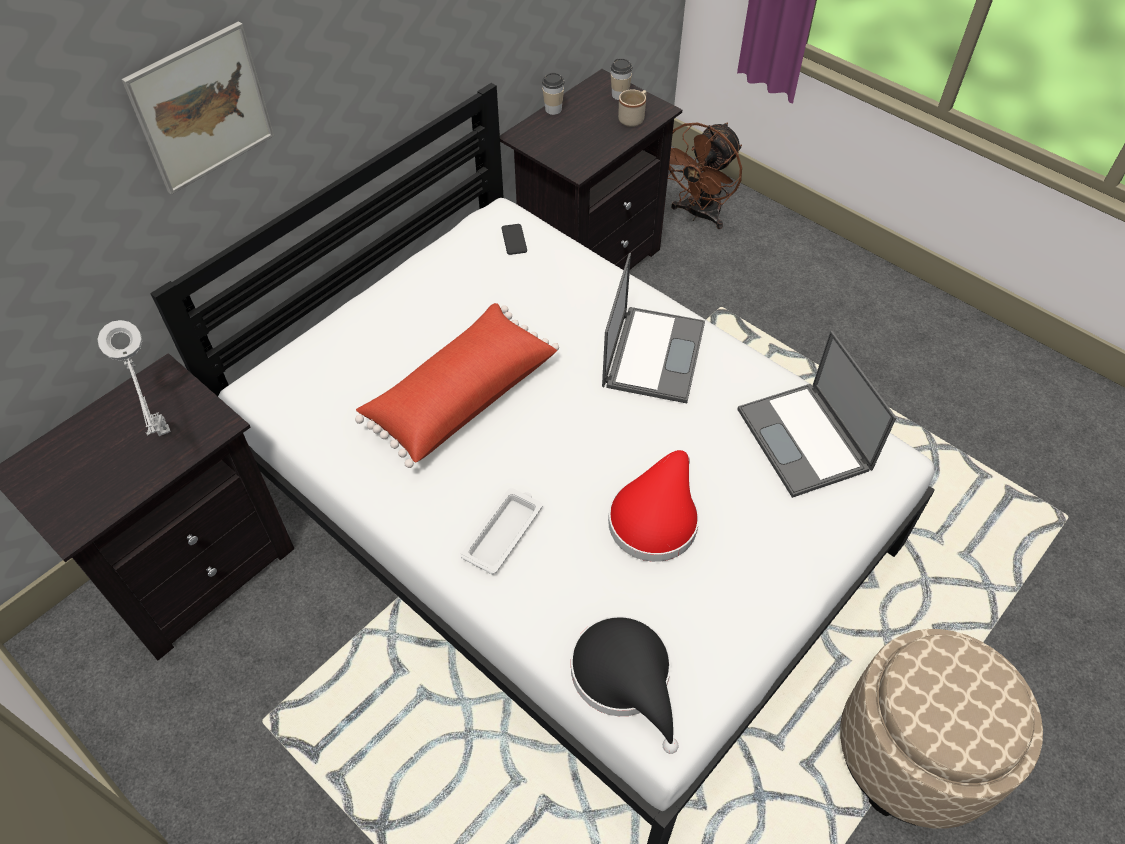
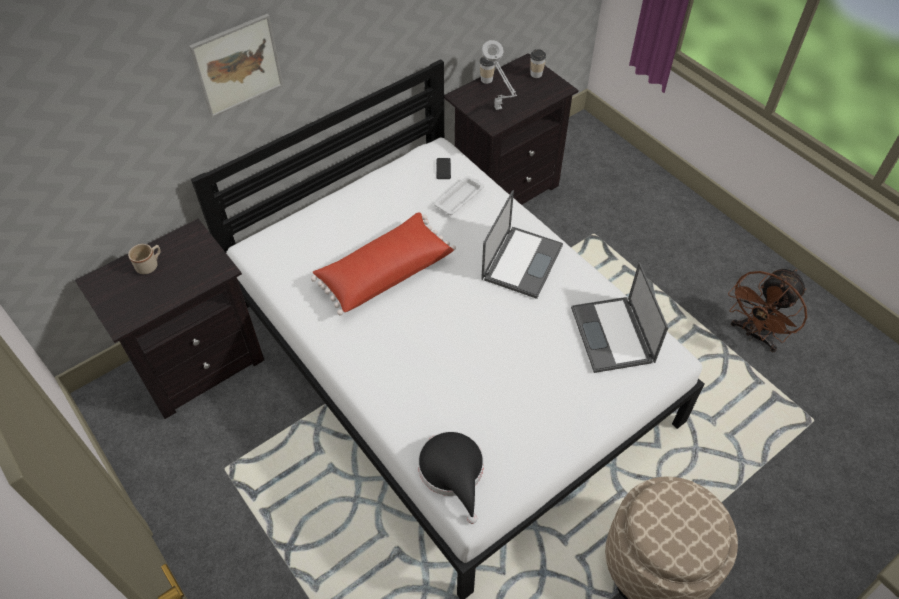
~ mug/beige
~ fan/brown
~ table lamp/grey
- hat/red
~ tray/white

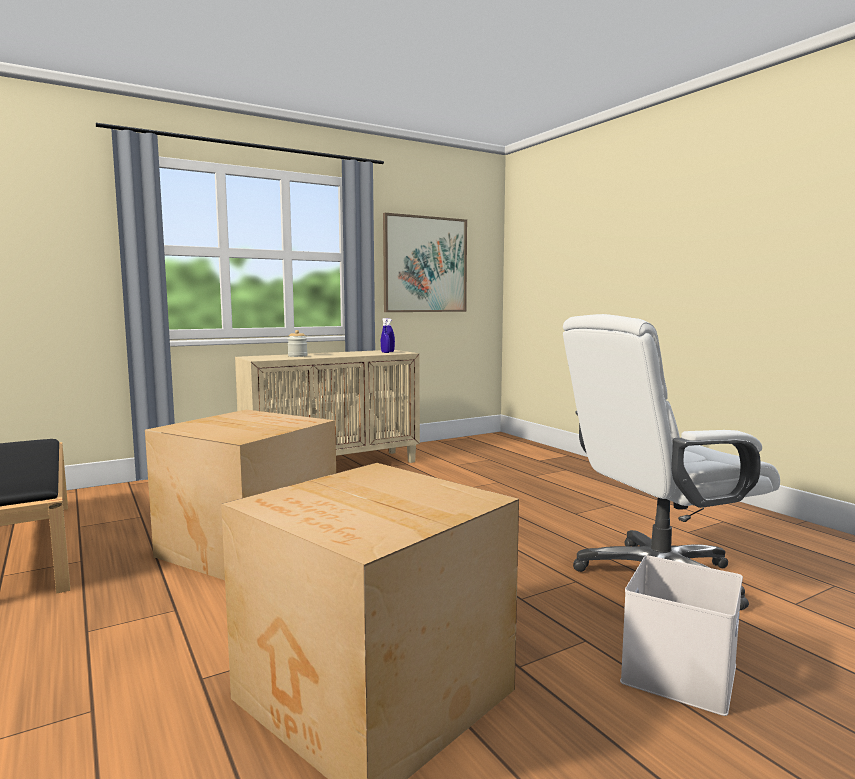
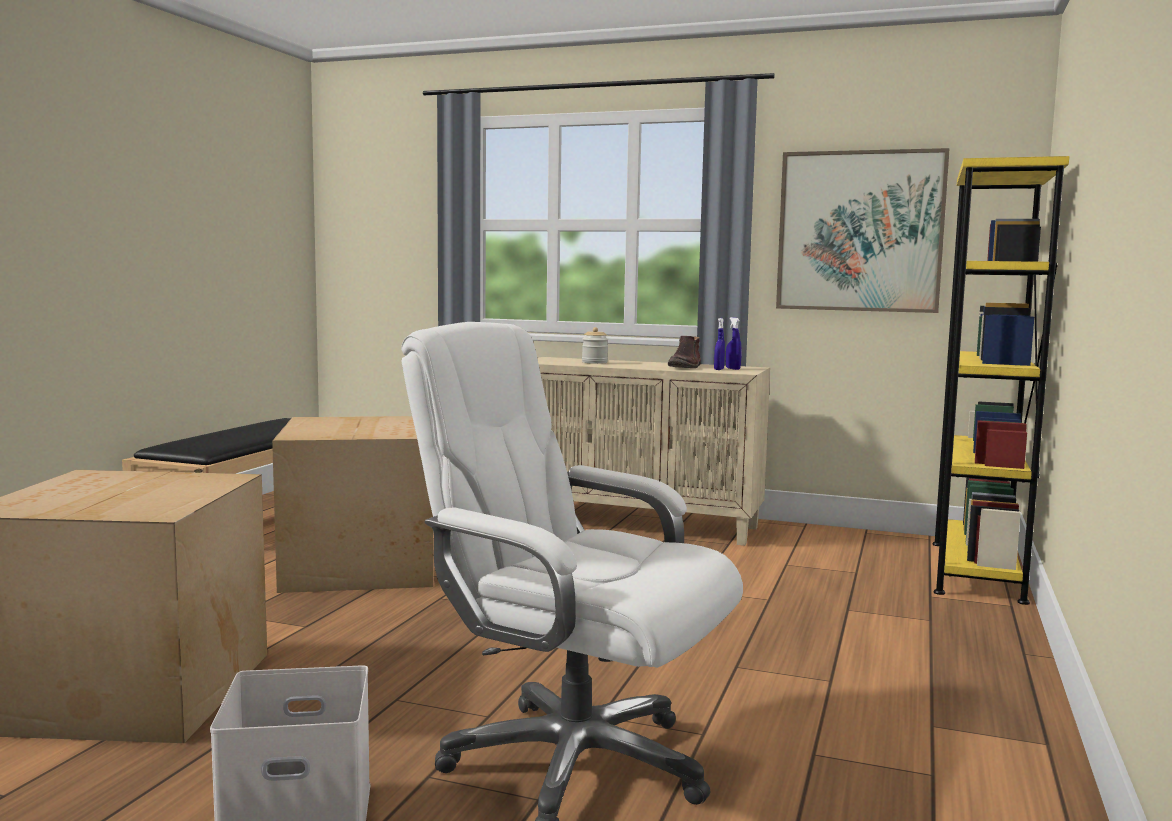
+ bookcase/yellow
+ boot/brown

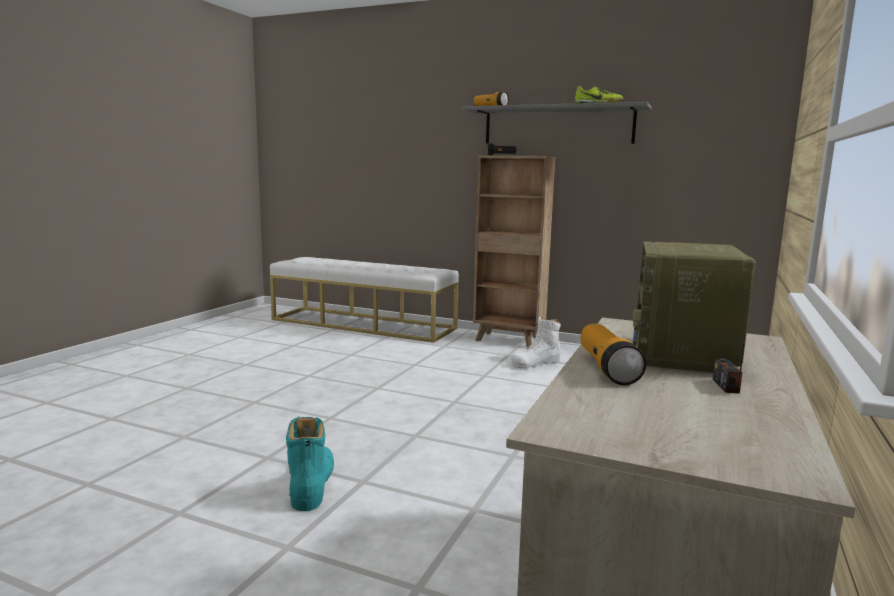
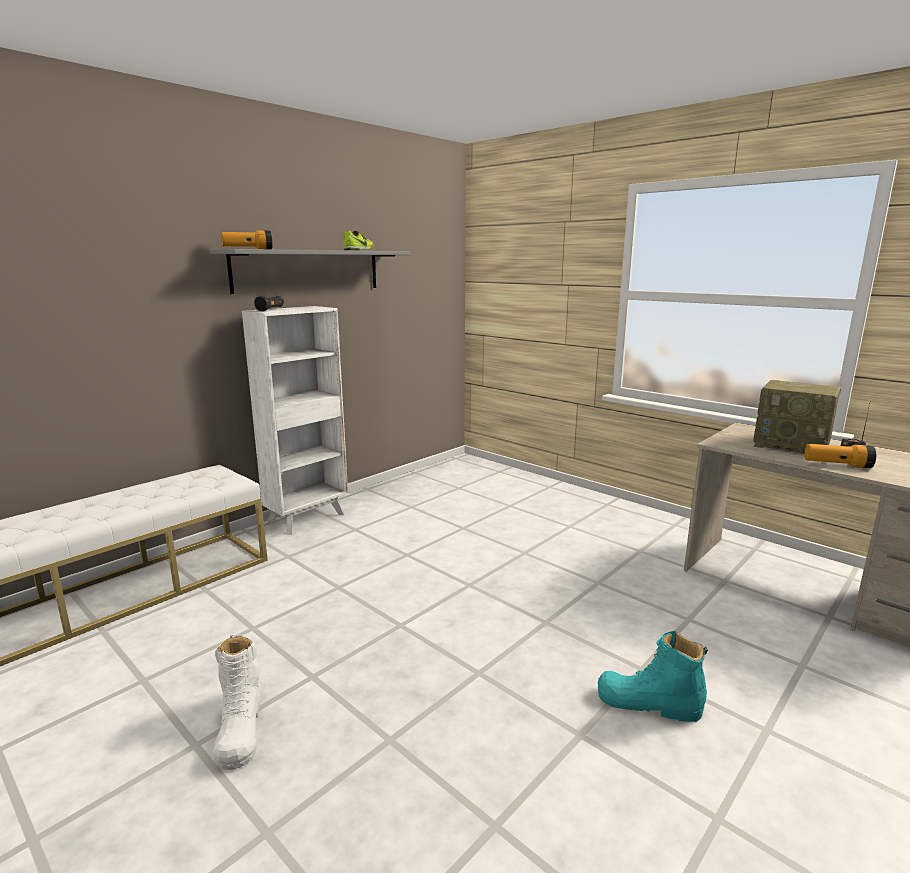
~ bookcase/brown to bookcase/white
~ boot/white

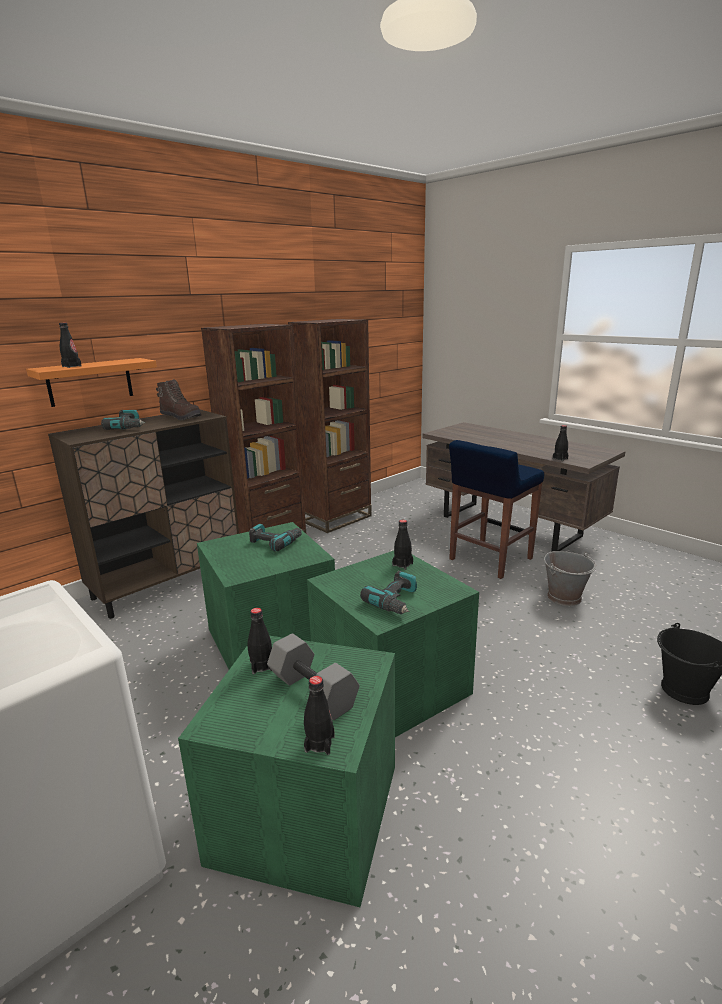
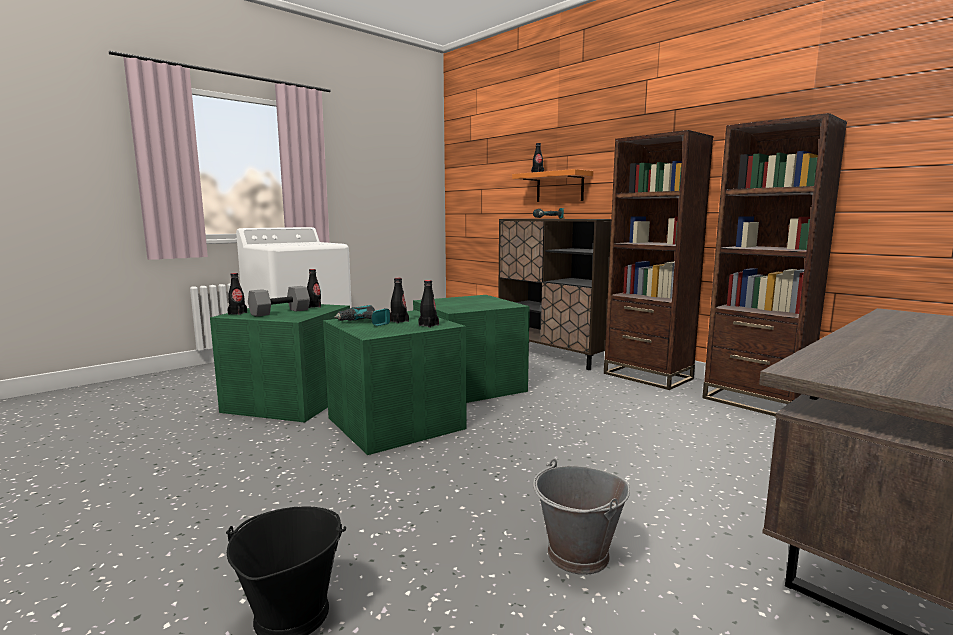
- boot/brown
~ bottle/black (no. 5 from left in the first image) to bottle/black (no. 3 from left)
- stool/blue
- power drill (no. 2 from left)

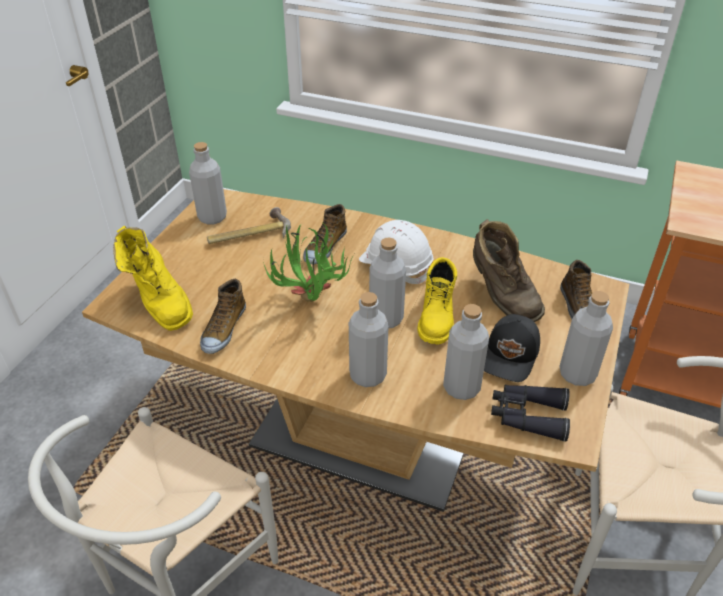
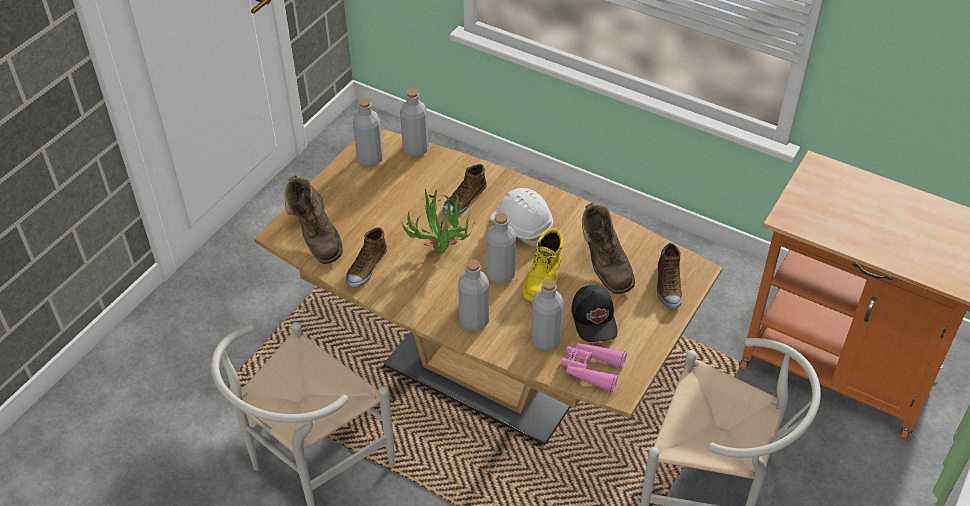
- hammer
~ boot/yellow (no. 1 from left) to boot/brown (no. 1 from left)
~ bottle/grey (no. 5 from left in the first image) to bottle/grey (no. 2 from left)
~ cap/black 45 degrees counterclockwise
~ binoculars/black to binoculars/pink

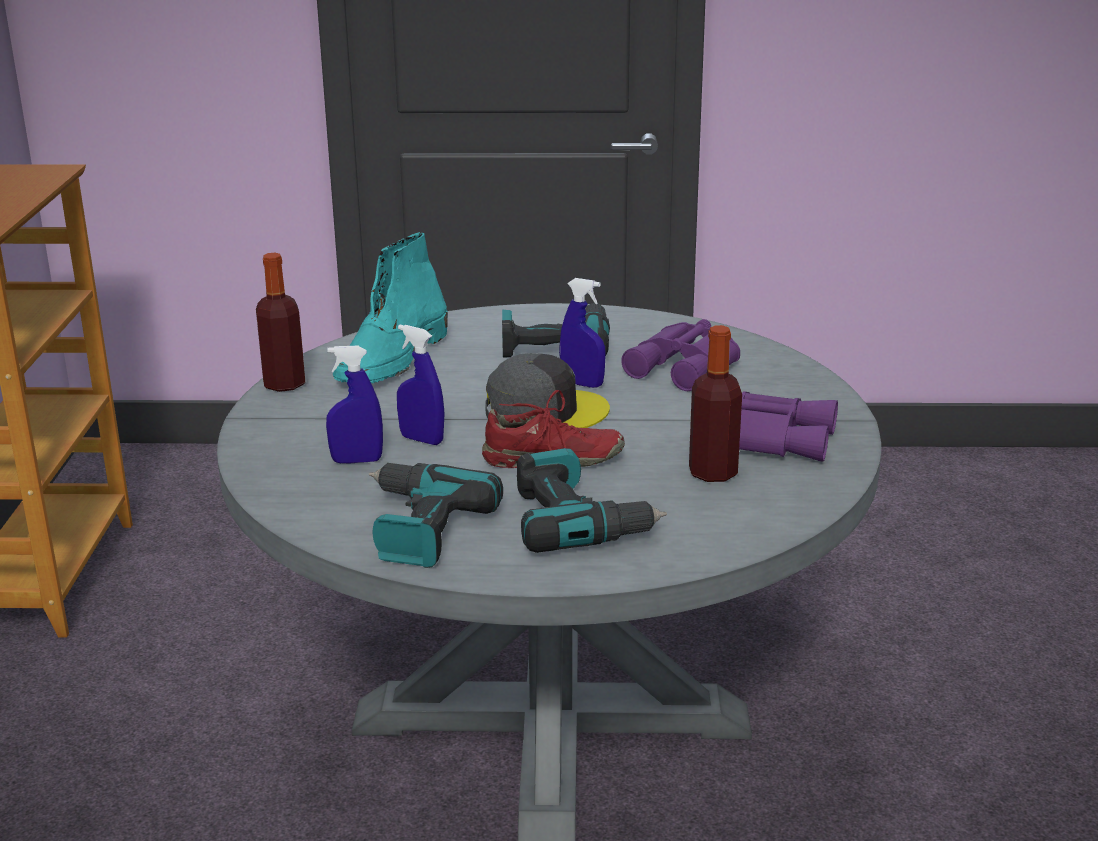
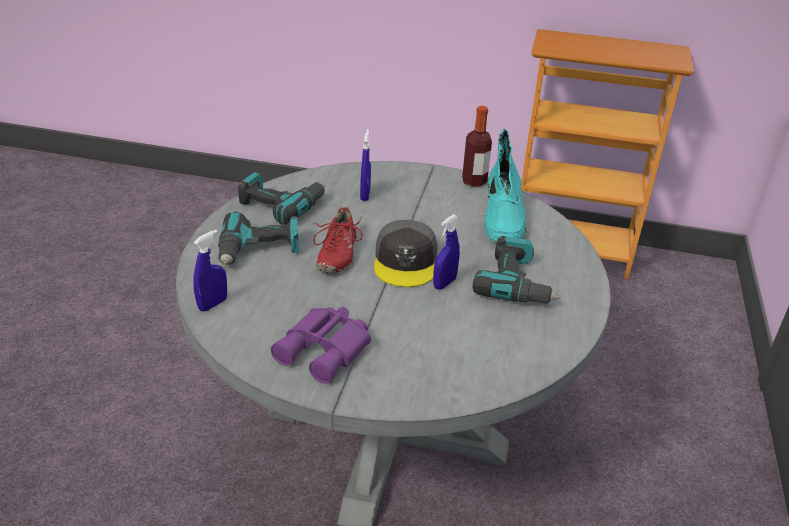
~ boot/turquoise 120 degrees counterclockwise
- binoculars/purple (no. 1 from left)
~ spray bottle/blue (no. 2 from left in the first image) to spray bottle/blue (no. 1 from left)
- bottle (no. 2 from left)

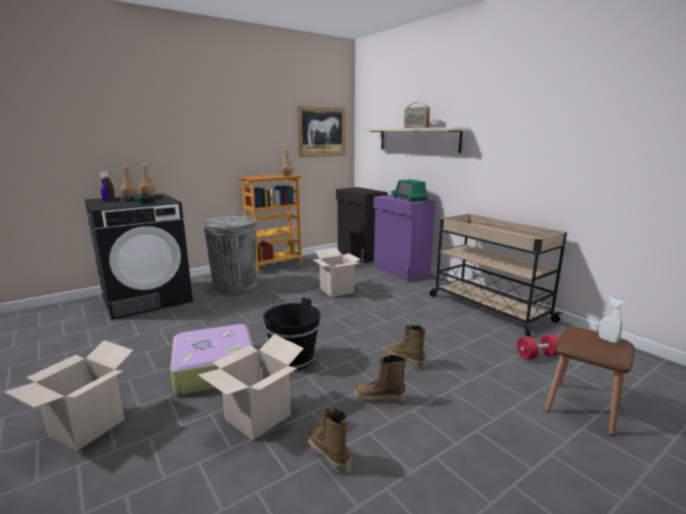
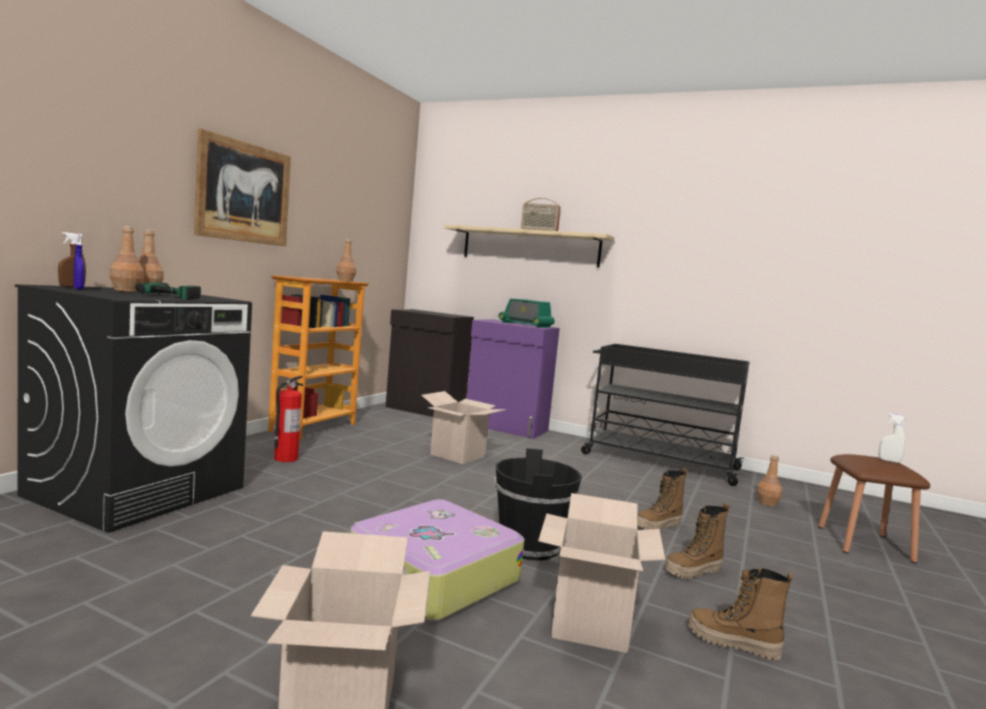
~ picture
~ cart/beige to cart/black
~ trash can/grey to fire extinguisher
~ boot (no. 3 from left in the first image) 45 degrees counterclockwise
~ dumbbell/red to bottle/brown (no. 4 from left)

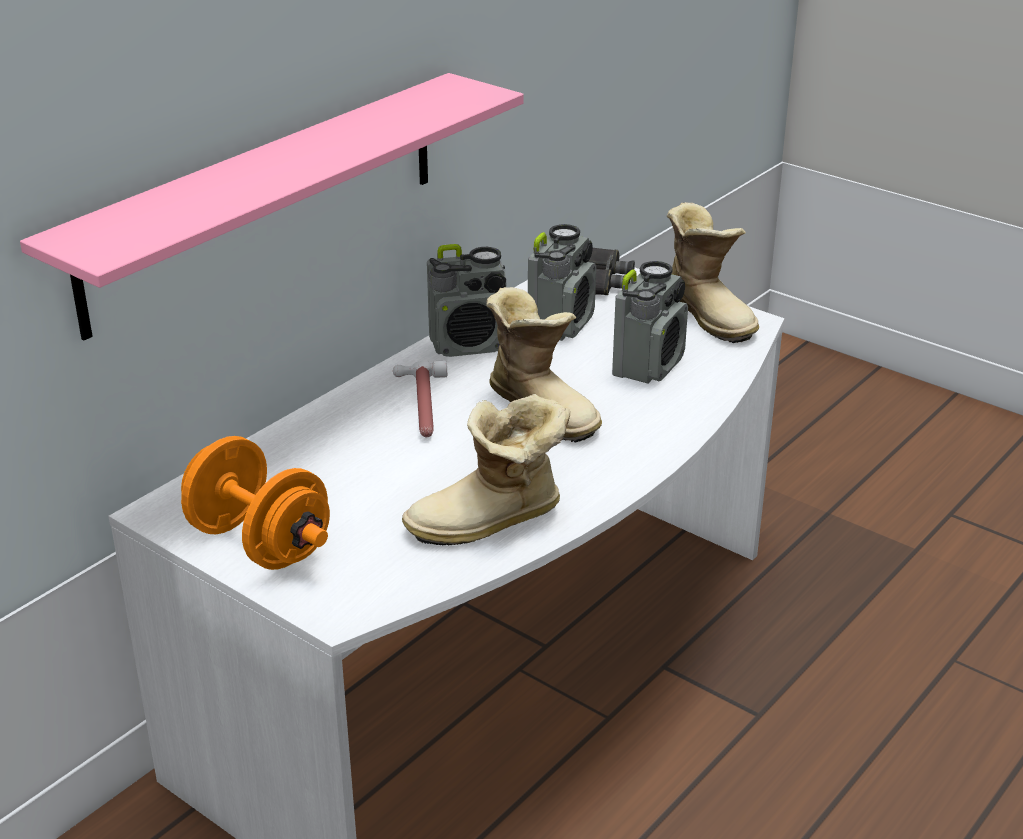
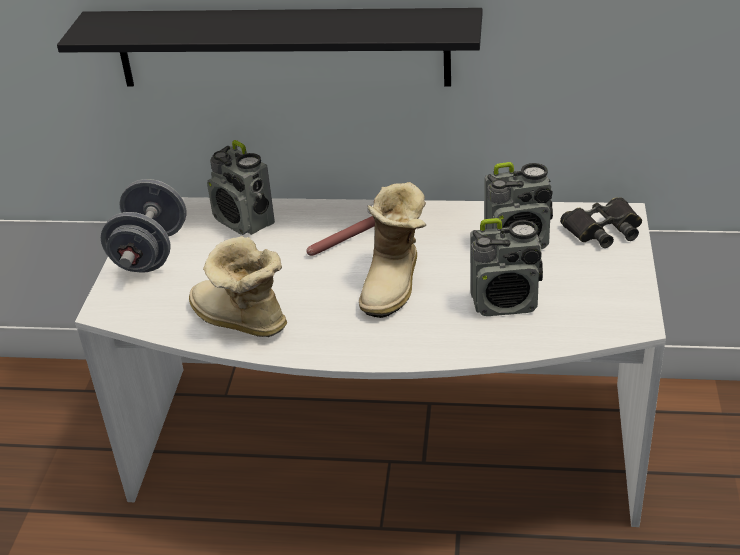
~ shelf/pink to shelf/black
- boot (no. 3 from left)
~ radio (no. 1 from left)
~ dumbbell/orange to dumbbell/grey

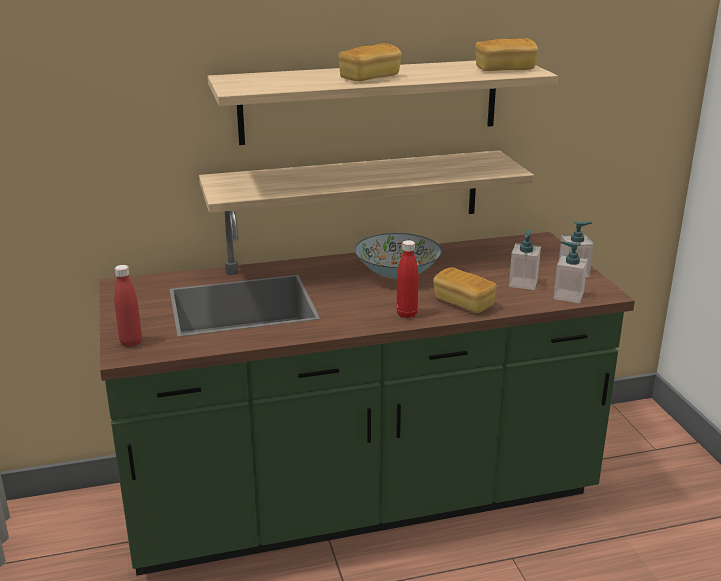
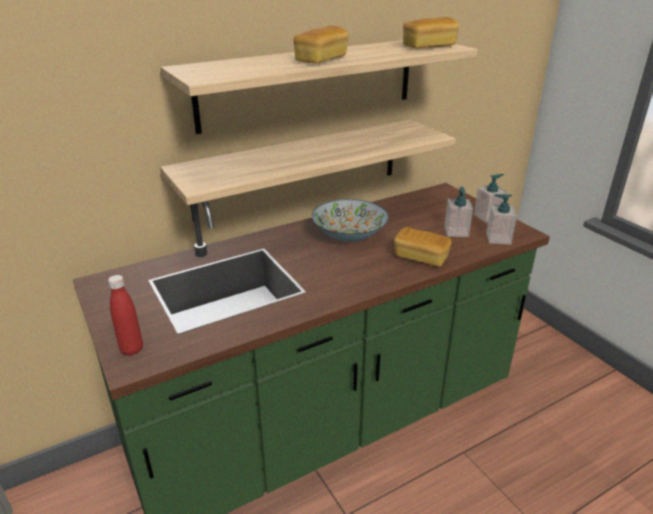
- bottle/red (no. 2 from left)

